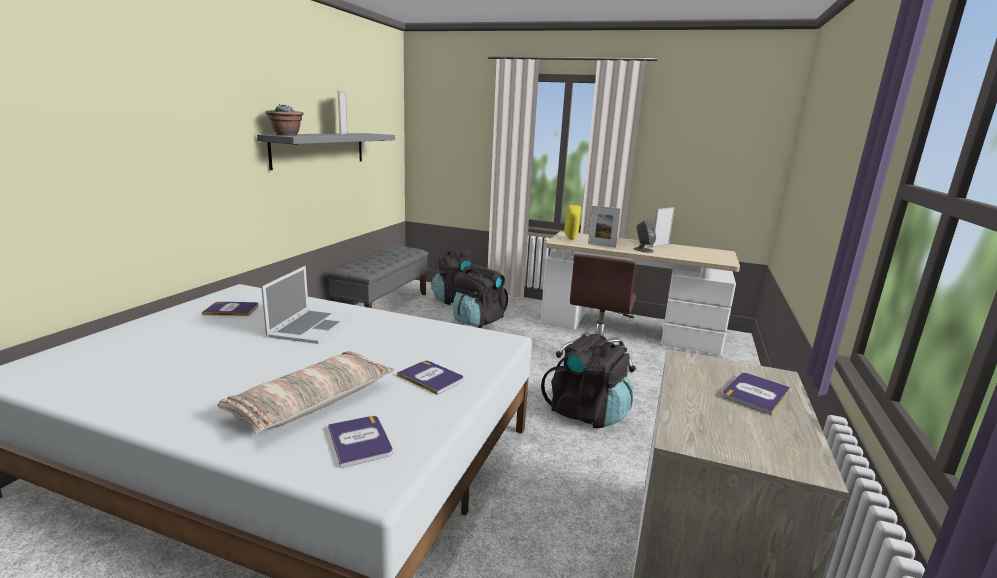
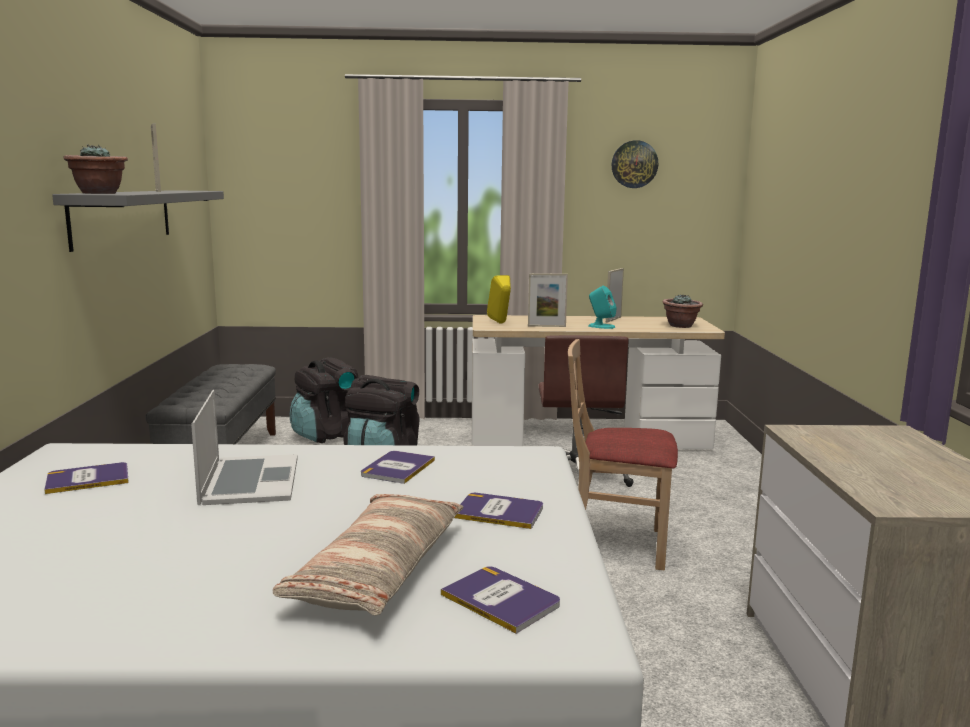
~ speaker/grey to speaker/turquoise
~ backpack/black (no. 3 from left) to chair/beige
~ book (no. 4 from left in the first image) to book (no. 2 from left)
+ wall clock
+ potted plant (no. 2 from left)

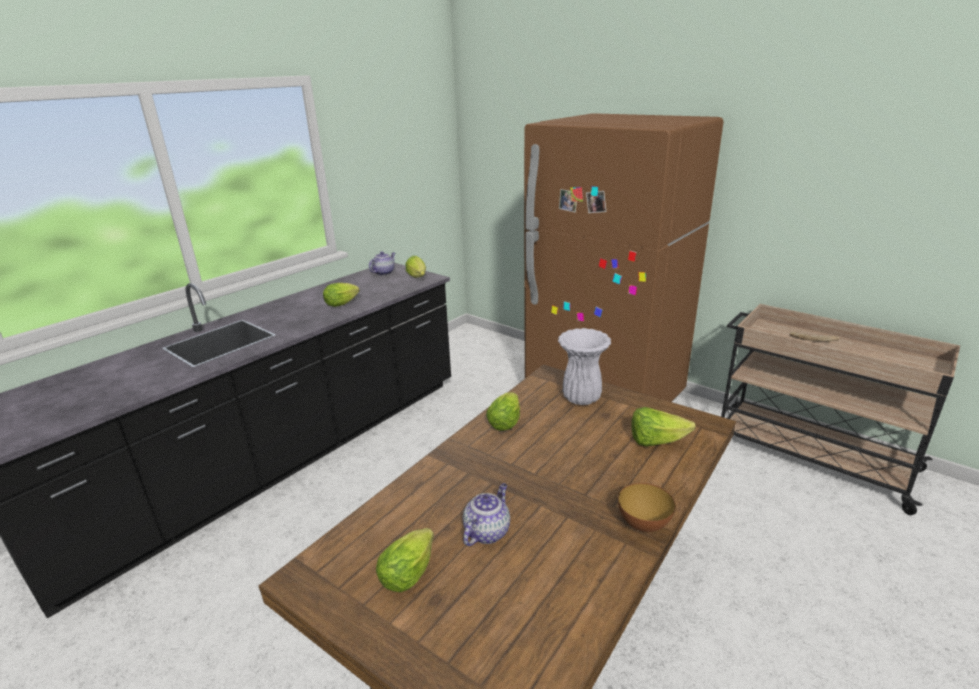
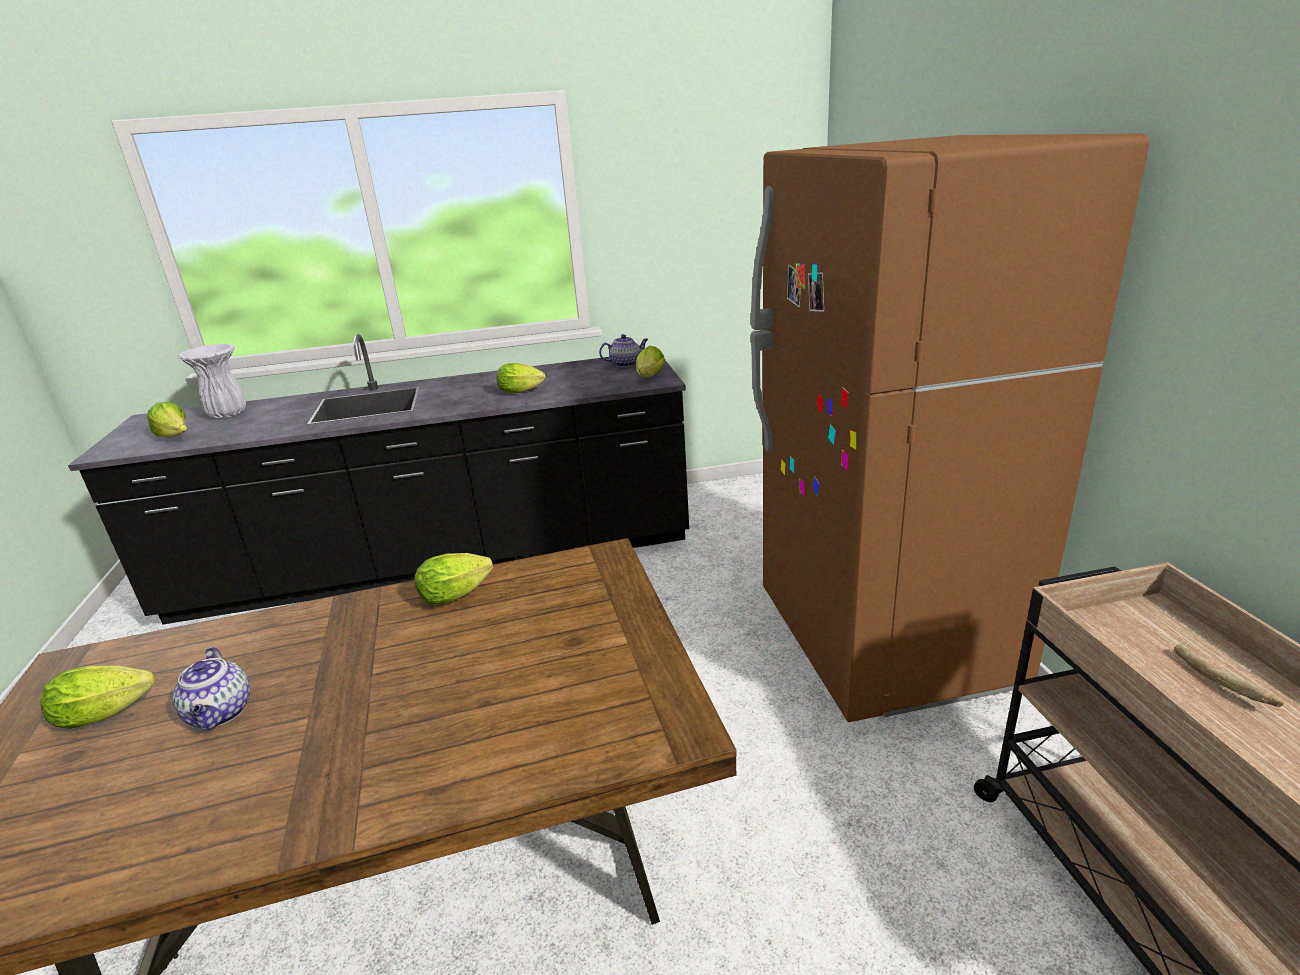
~ vase/white
~ lettuce (no. 5 from left in the first image) to lettuce (no. 2 from left)
~ teapot (no. 2 from left in the first image) 90 degrees clockwise
- bowl

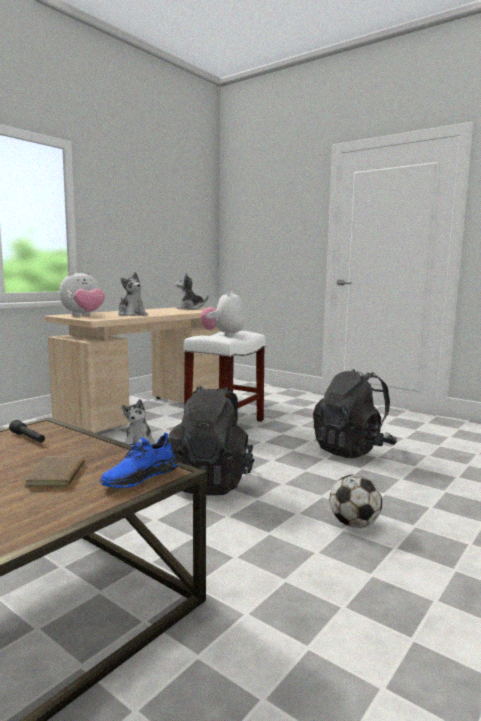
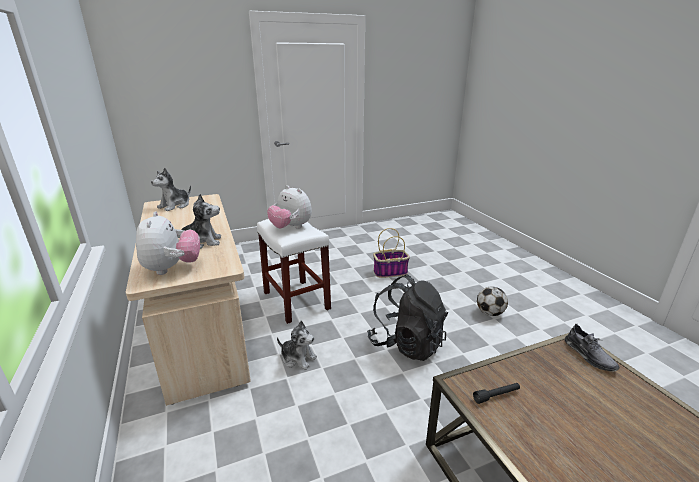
~ backpack/black (no. 2 from left) to basket
~ shoe/blue to shoe/grey
- book/brown

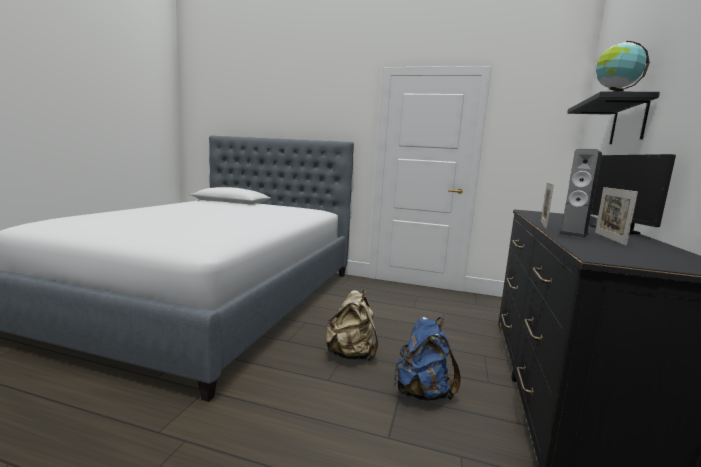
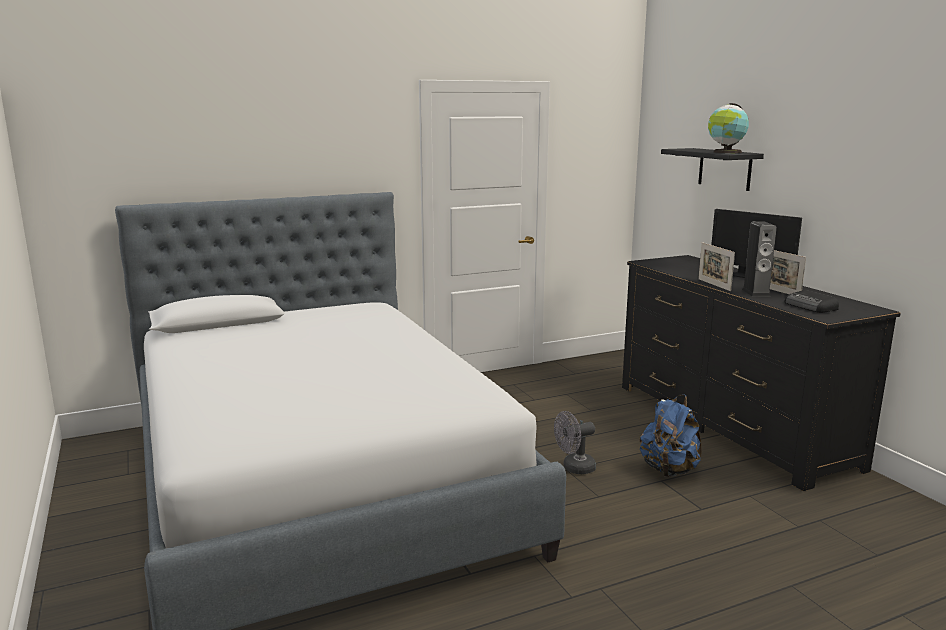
~ backpack/beige to fan/grey
+ radio

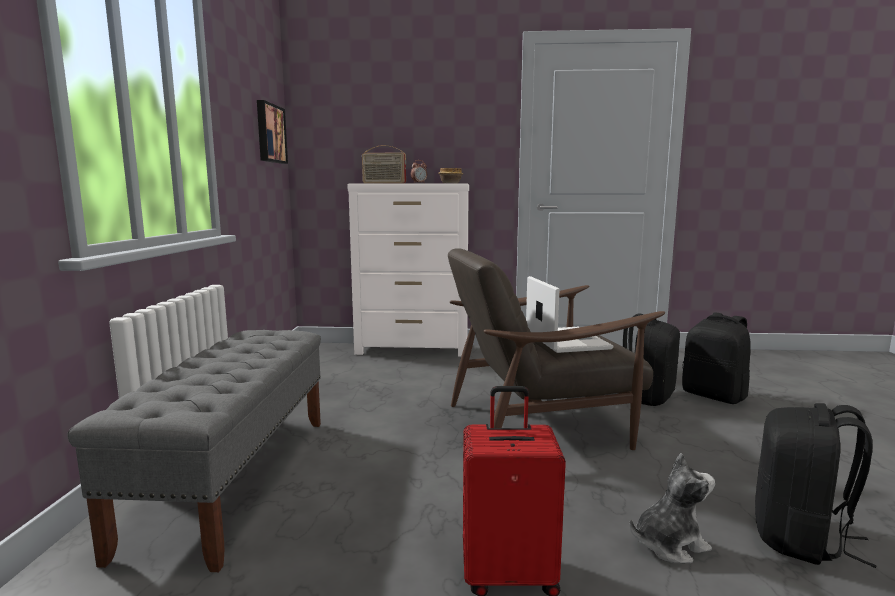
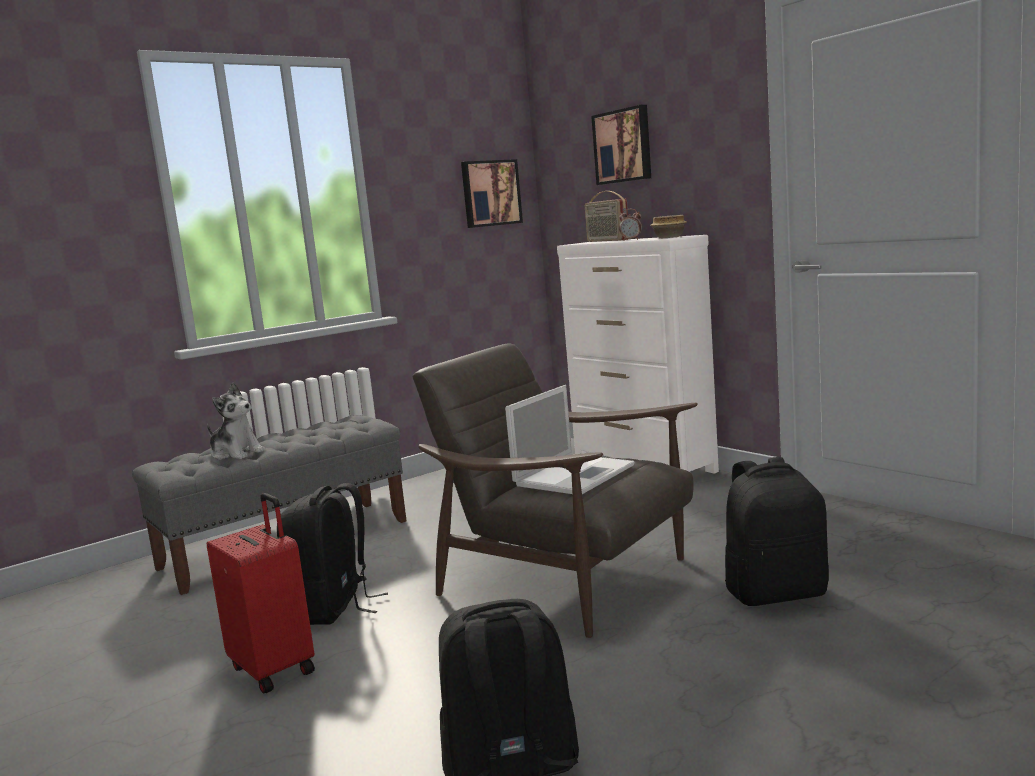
~ backpack/black (no. 2 from left in the first image) to backpack/black (no. 1 from left)
~ plush toy
+ picture (no. 2 from left)

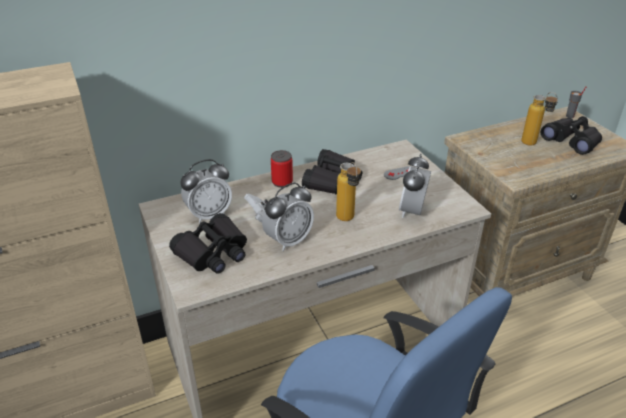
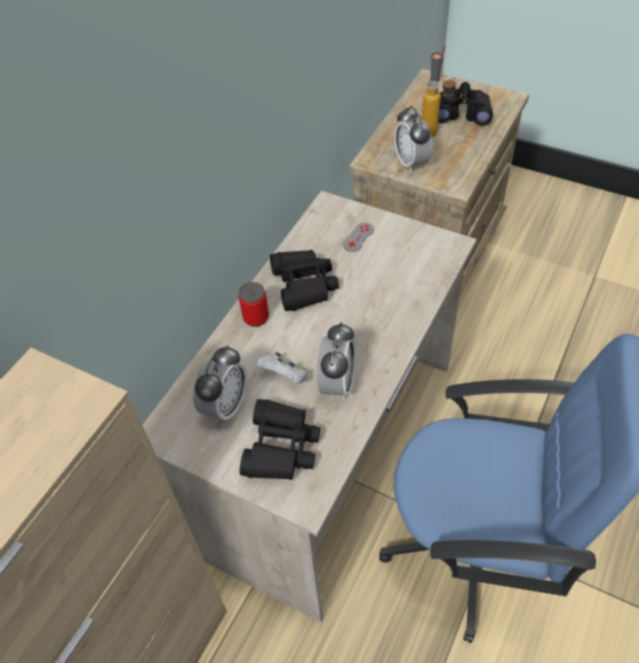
~ alarm clock (no. 3 from left)
- bottle (no. 1 from left)

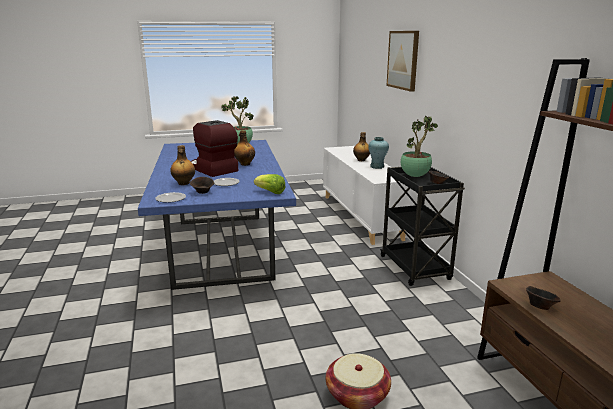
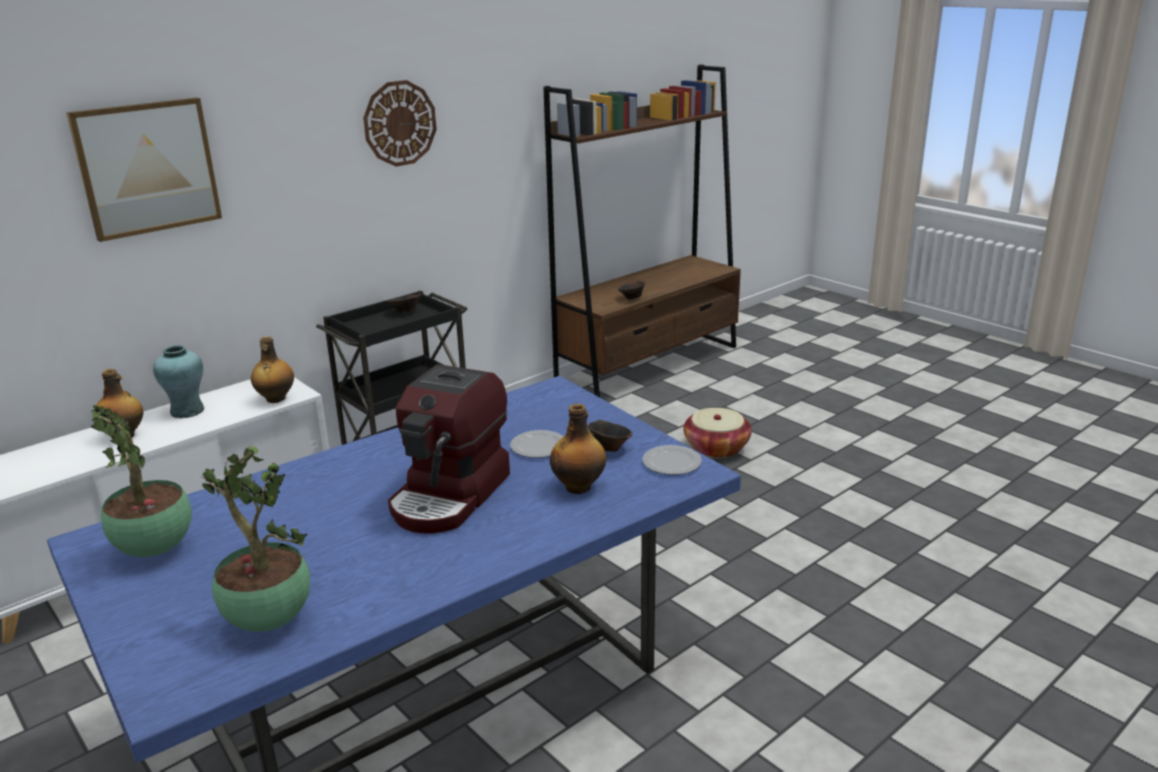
~ potted plant (no. 2 from left)
~ bottle (no. 2 from left)
- lettuce
+ wall clock

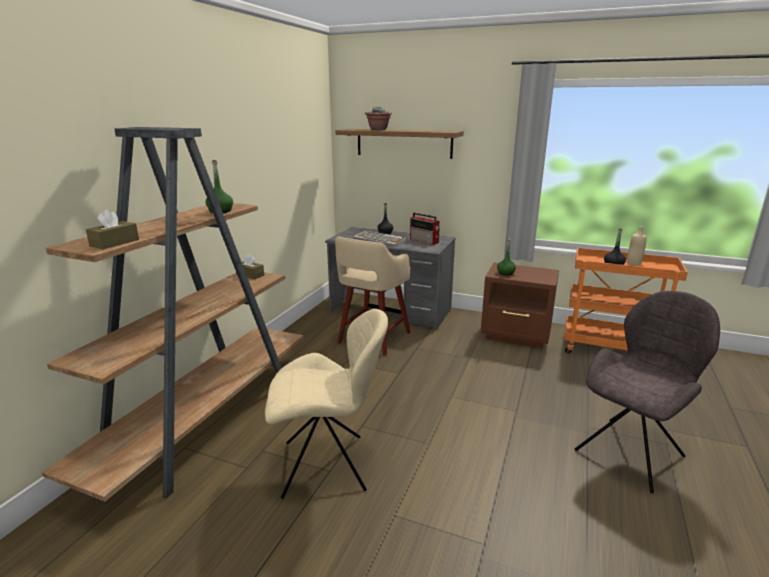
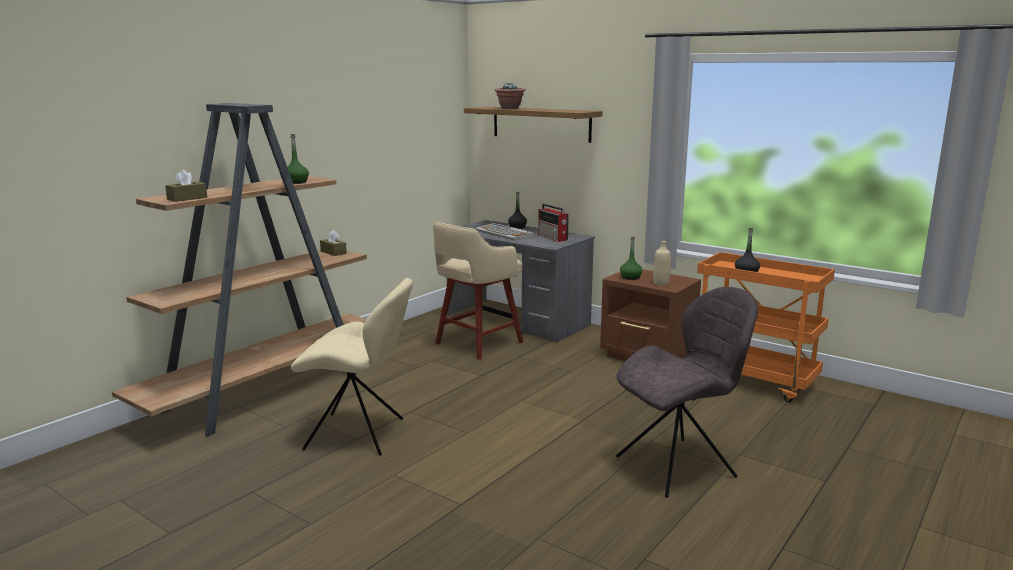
~ bottle/beige

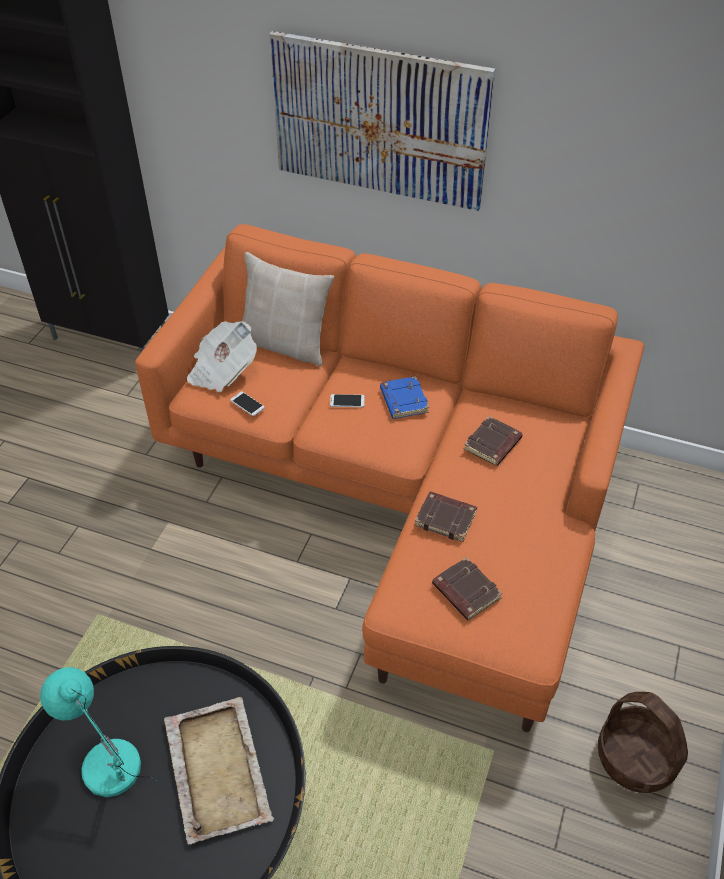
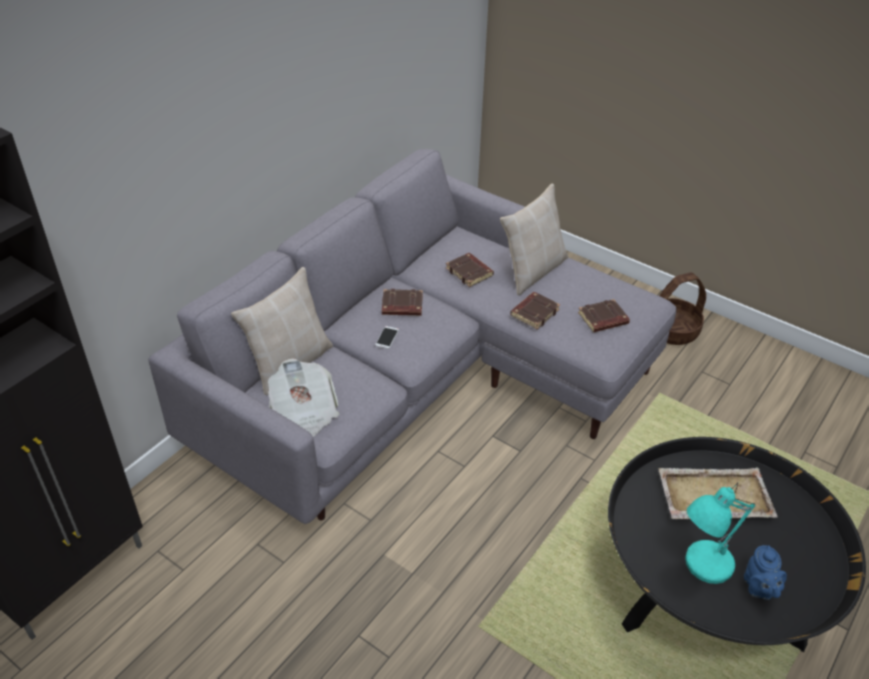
- picture
~ sofa/orange to sofa/grey
~ book/blue to book/brown (no. 1 from left)
- phone (no. 1 from left)
+ pillow/beige (no. 2 from left)
+ teapot/blue

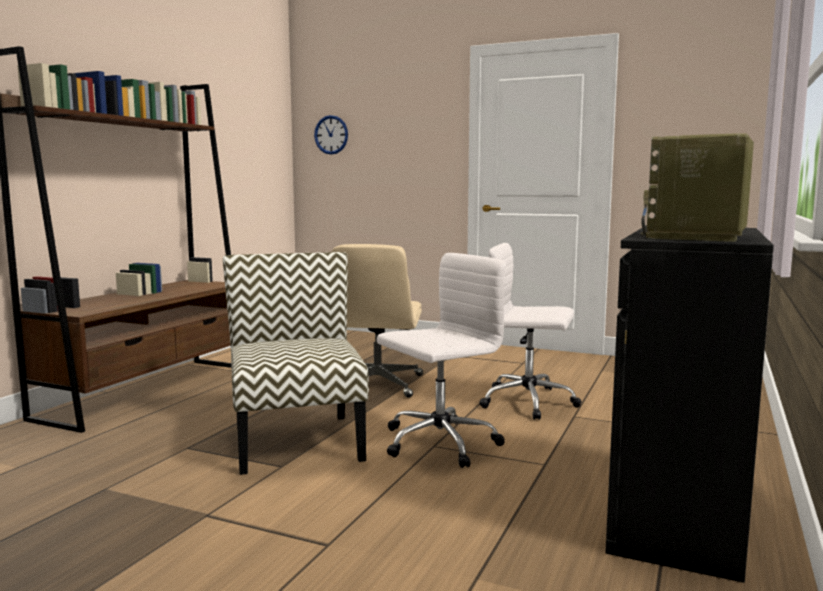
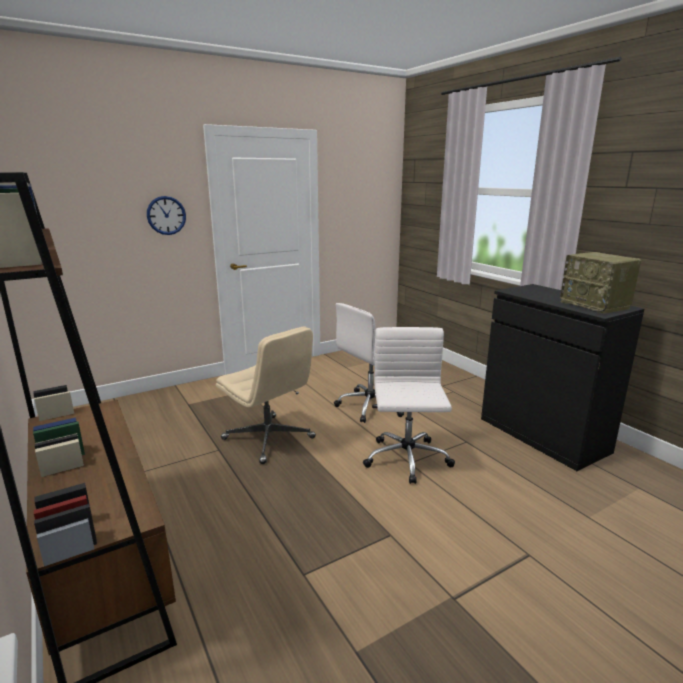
~ wall clock
- chair

